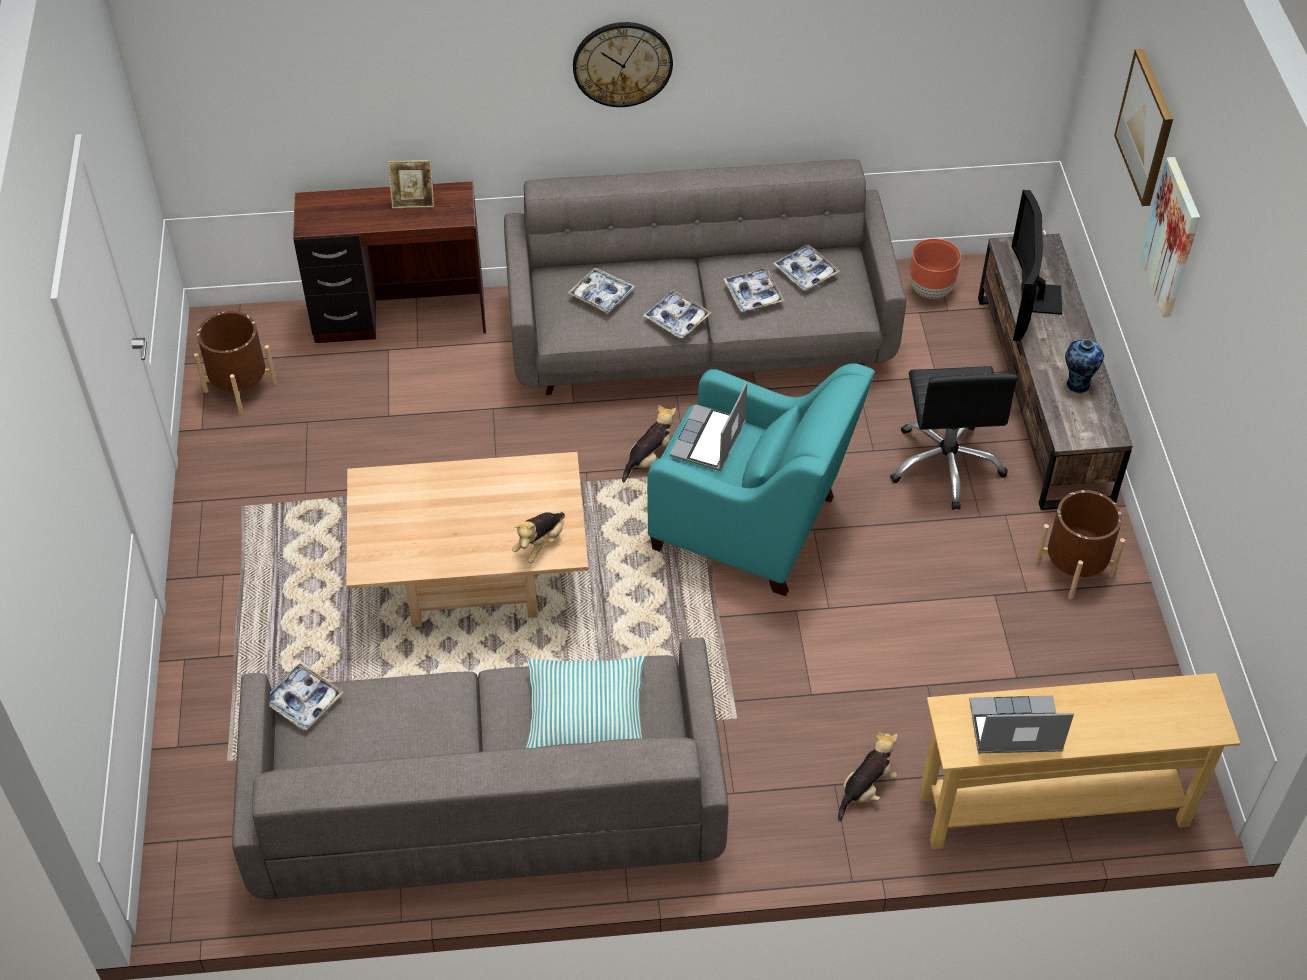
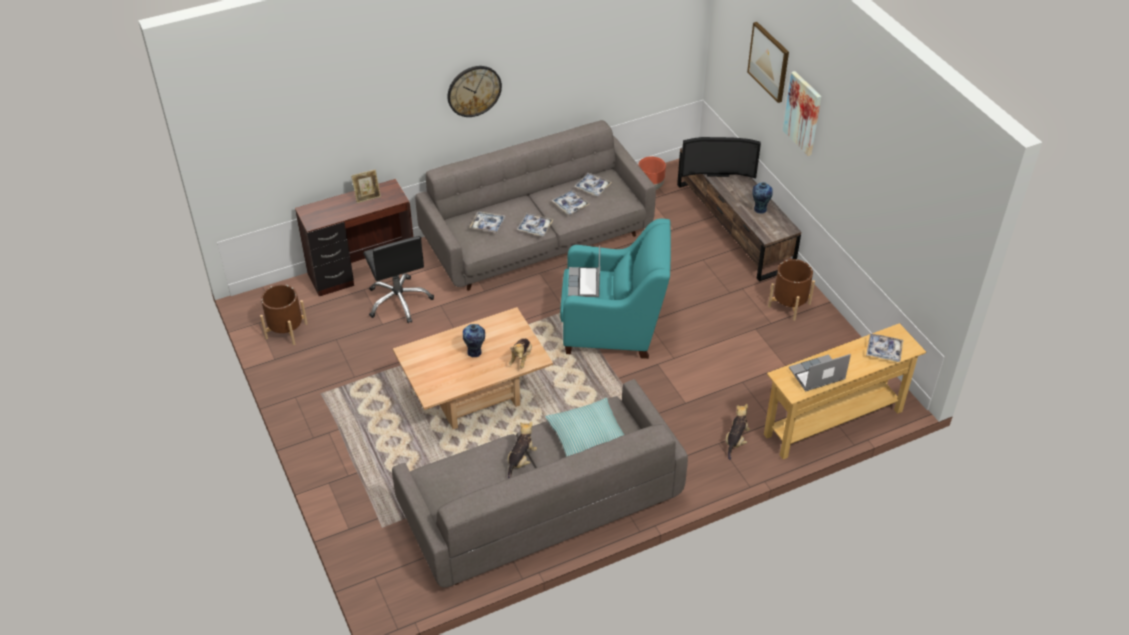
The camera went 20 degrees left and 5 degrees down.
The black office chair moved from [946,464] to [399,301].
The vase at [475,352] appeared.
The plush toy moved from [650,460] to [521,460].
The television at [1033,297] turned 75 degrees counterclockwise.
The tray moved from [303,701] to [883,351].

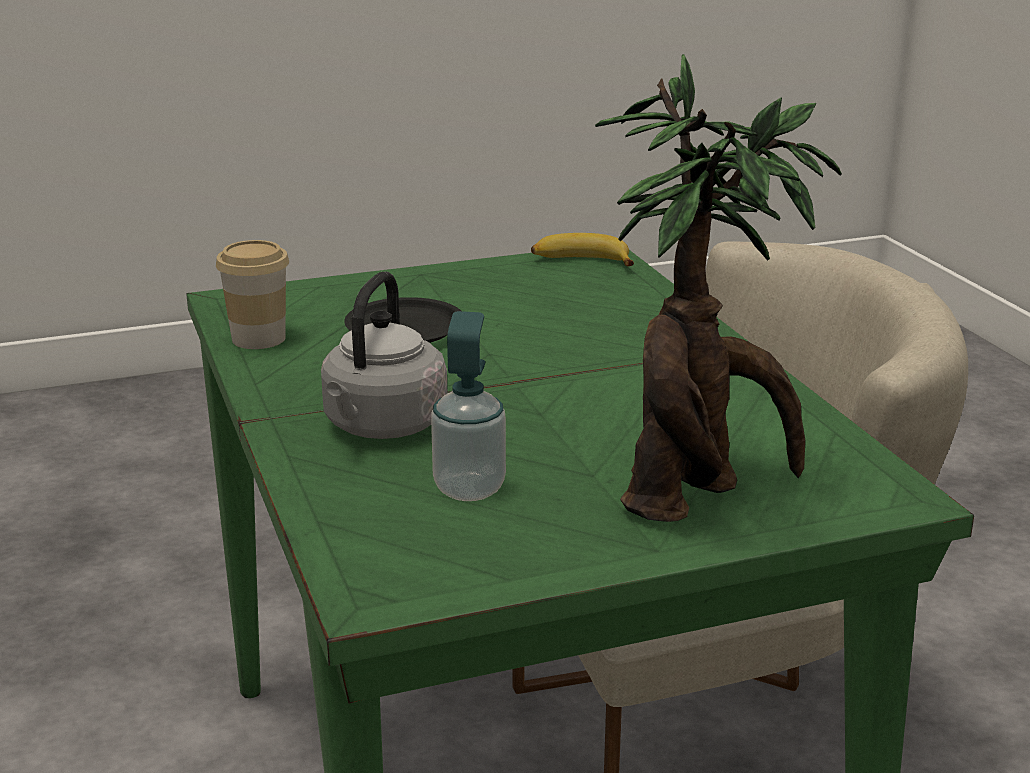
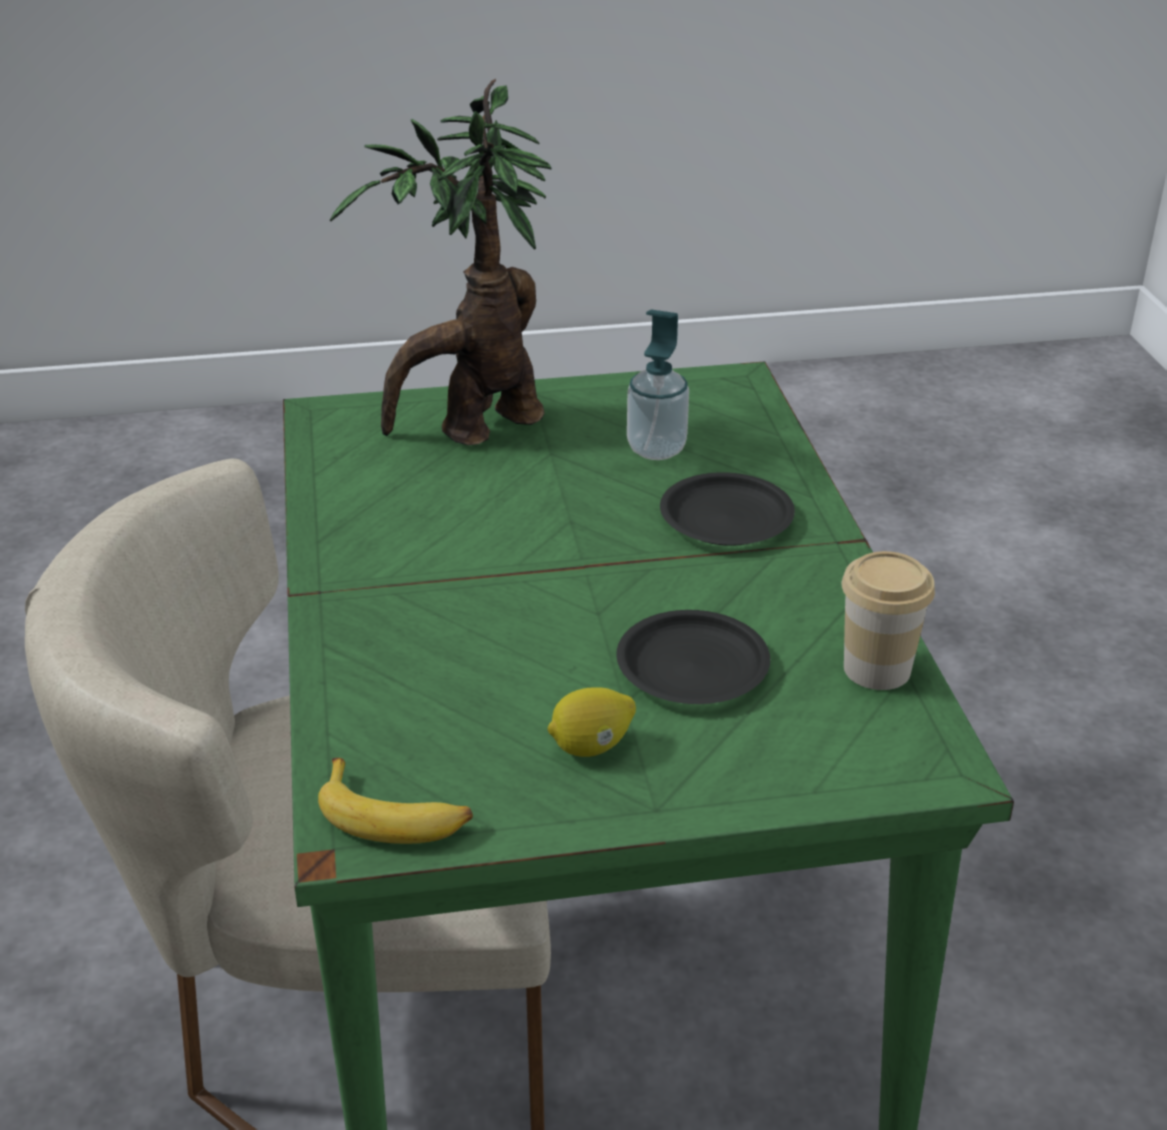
The camera went 170 degrees left and 10 degrees up.
The lemon at [591,746] appeared.
The grey kettle at [382,427] was replaced by the black plate at [726,518].

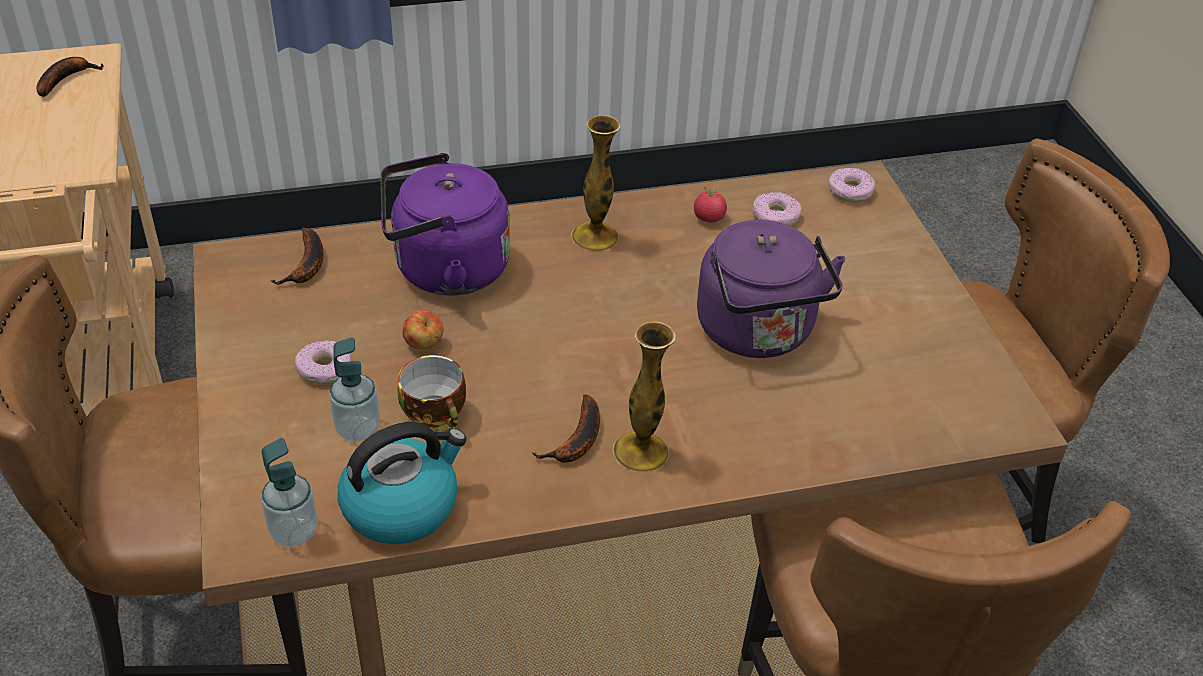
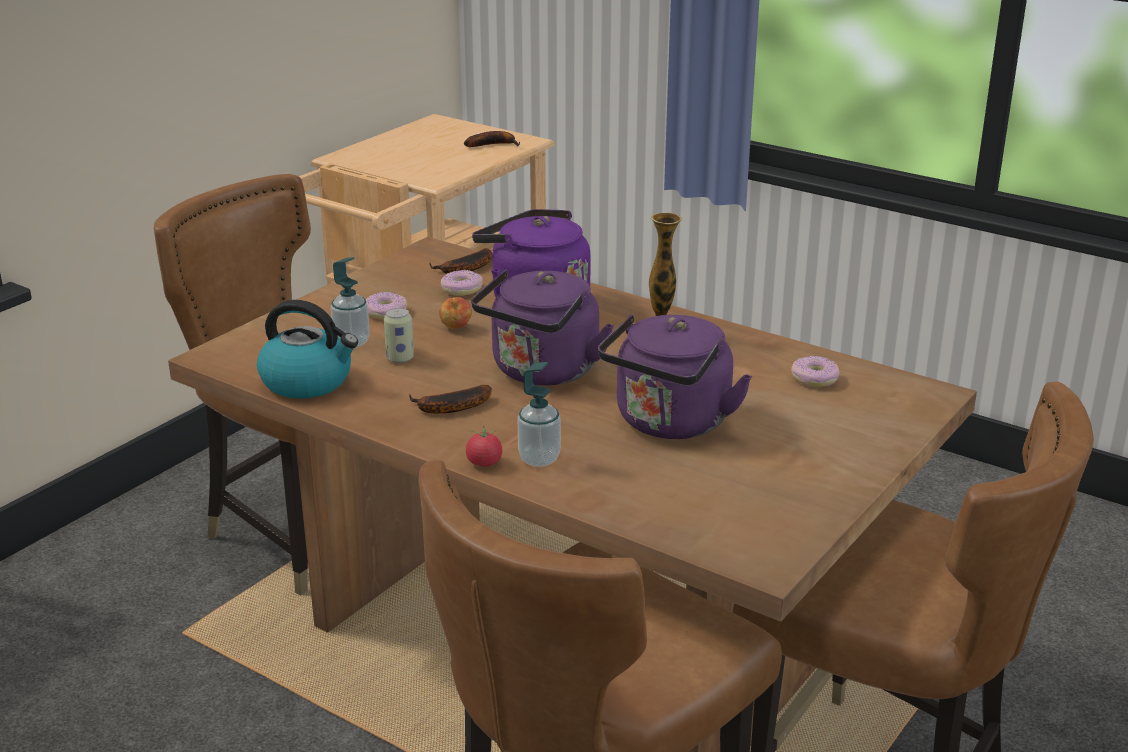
The camera went 50 degrees right and 15 degrees down.
The cup at [437,416] was replaced by the can at [400,358].
The donut moved from [850,191] to [461,289].
The tomato moved from [709,218] to [484,463].
The purple kettle at [542,372] appeared.
The soap dispenser moved from [294,531] to [539,459].
The vase at [641,452] disappeared.

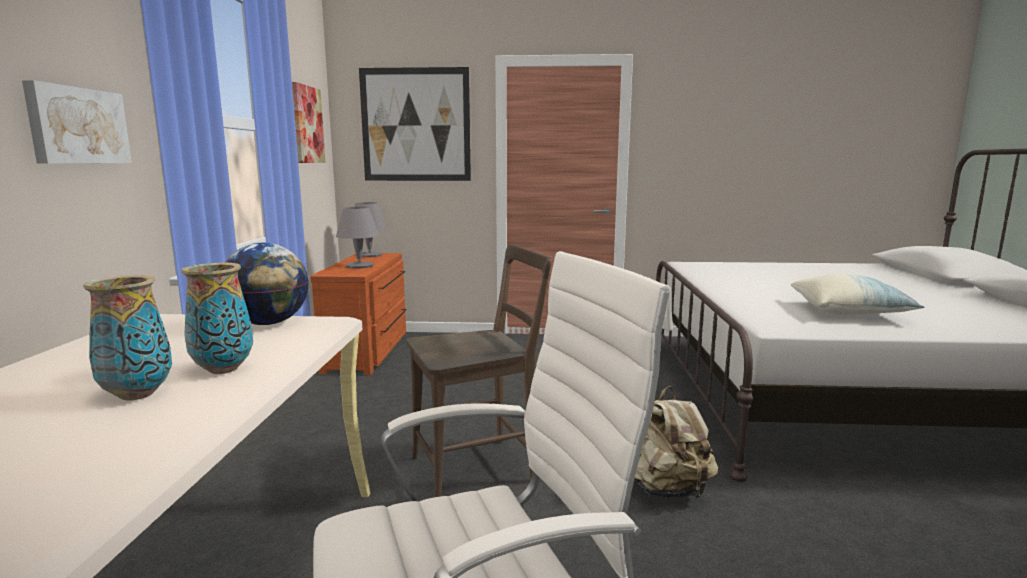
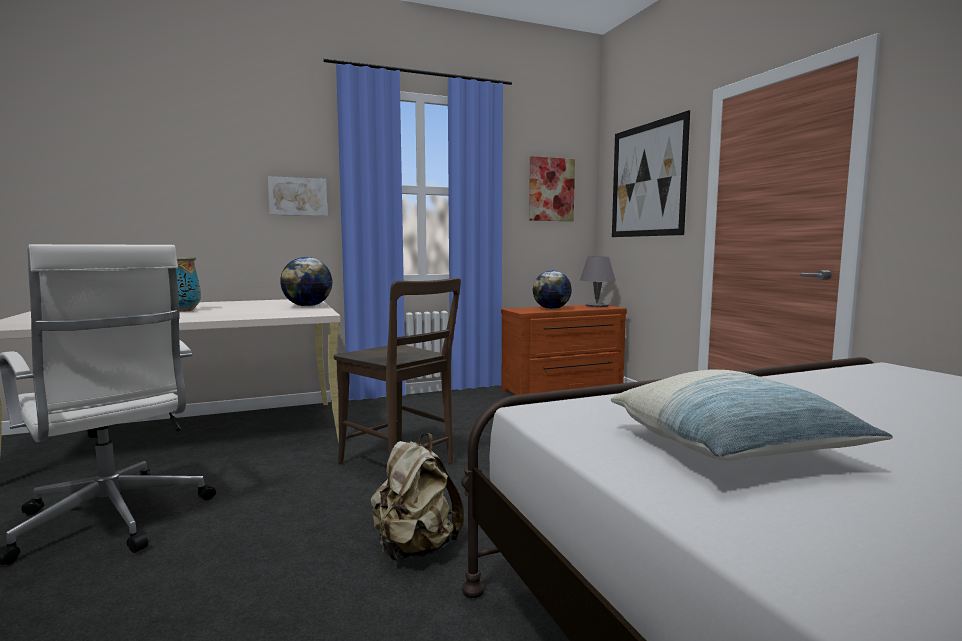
The camera went 65 degrees right and 5 degrees down.
The grey table lamp at [359,266] was replaced by the globe at [551,309].
The vase at [223,370] disappeared.

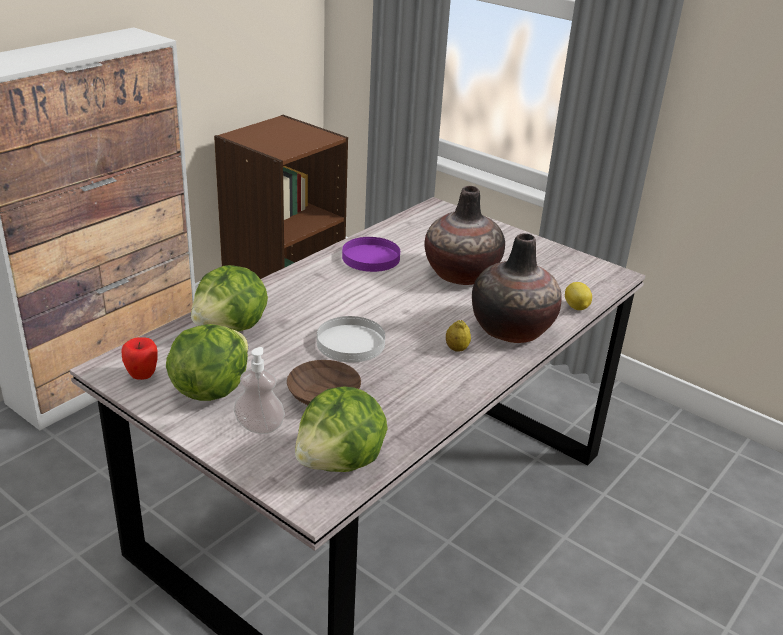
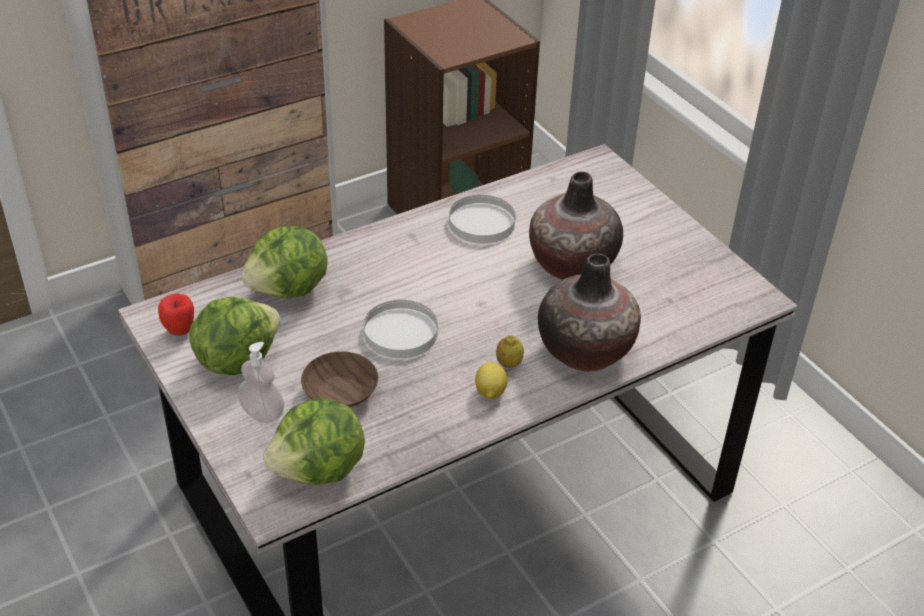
The camera went 20 degrees right and 10 degrees up.
The purple plate at [371,258] became the white plate at [481,223].
The lemon moved from [576,307] to [490,392].

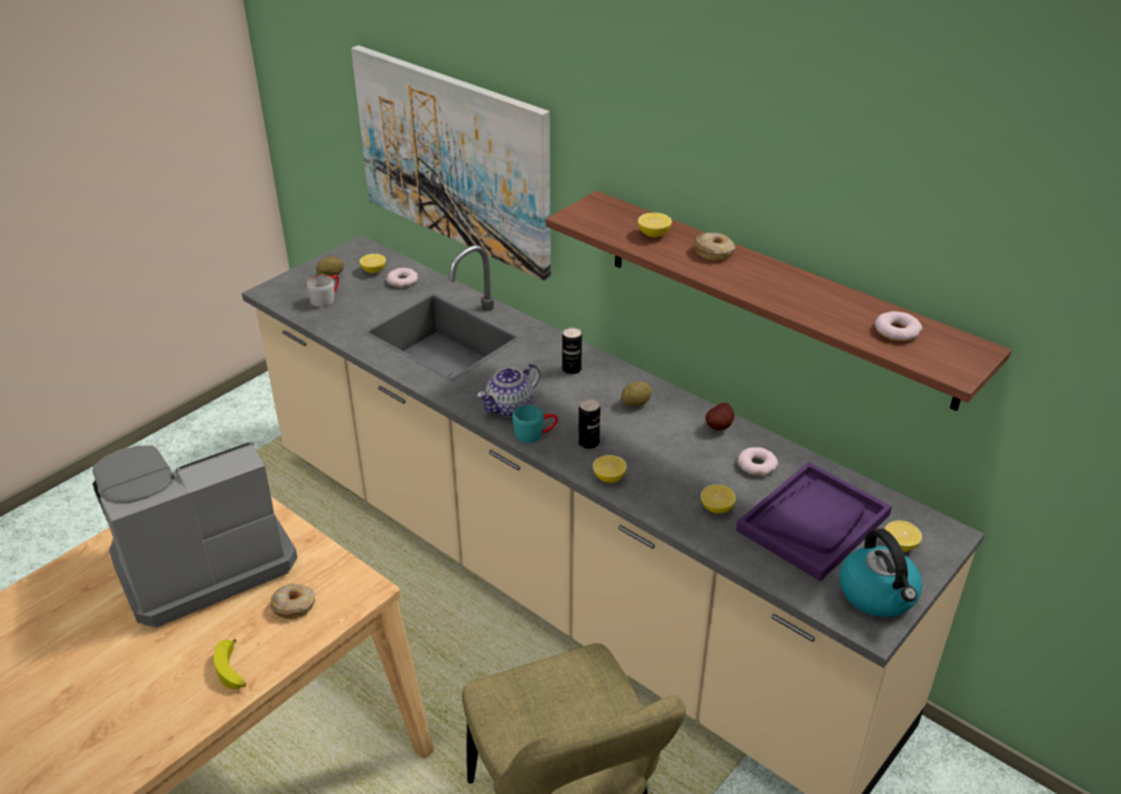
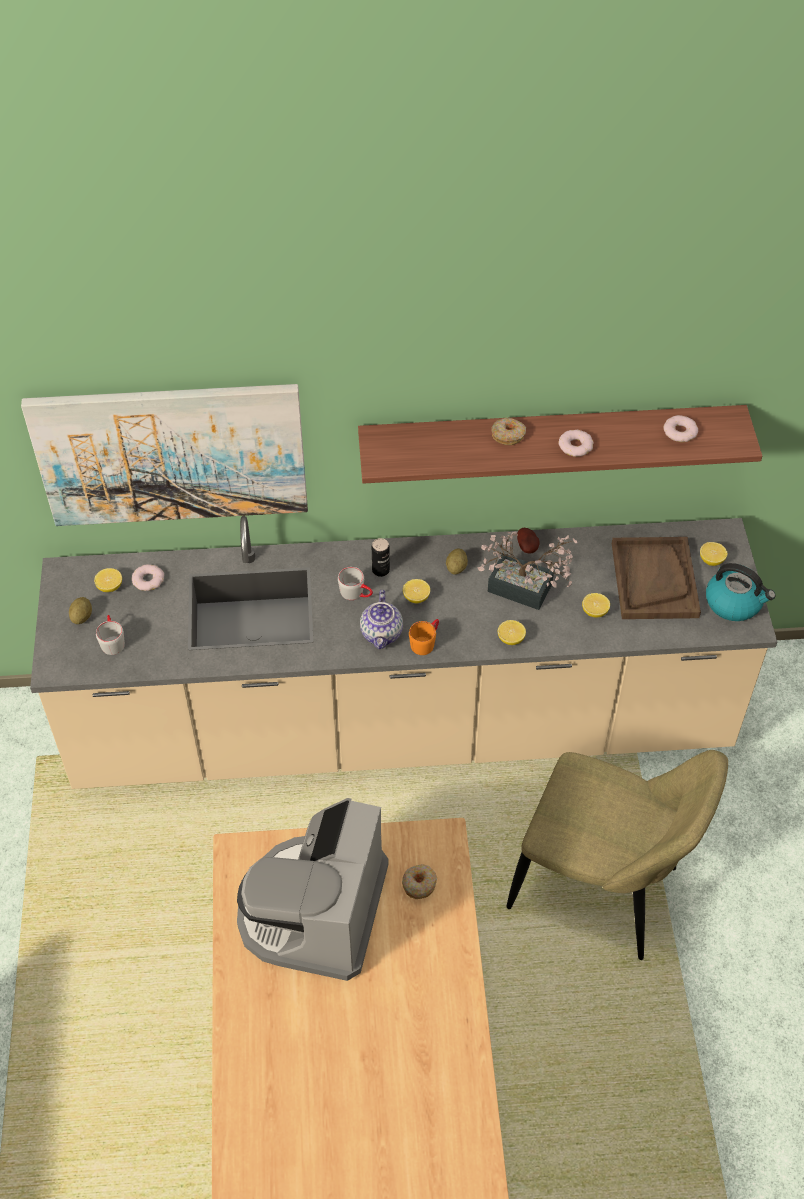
The camera went 45 degrees left and 15 degrees up.
The grey mug at [356,593] appeared.
The lemon moved from [654,234] to [416,597].
The turquoise mug at [535,434] became the orange mug at [425,642].
The potted plant at [527,591] appeared.
The donut moved from [757,465] to [575,446].
The purple tray at [813,522] became the brown tray at [654,580].
The banana at [233,671] disappeared.
The can at [588,443] disappeared.

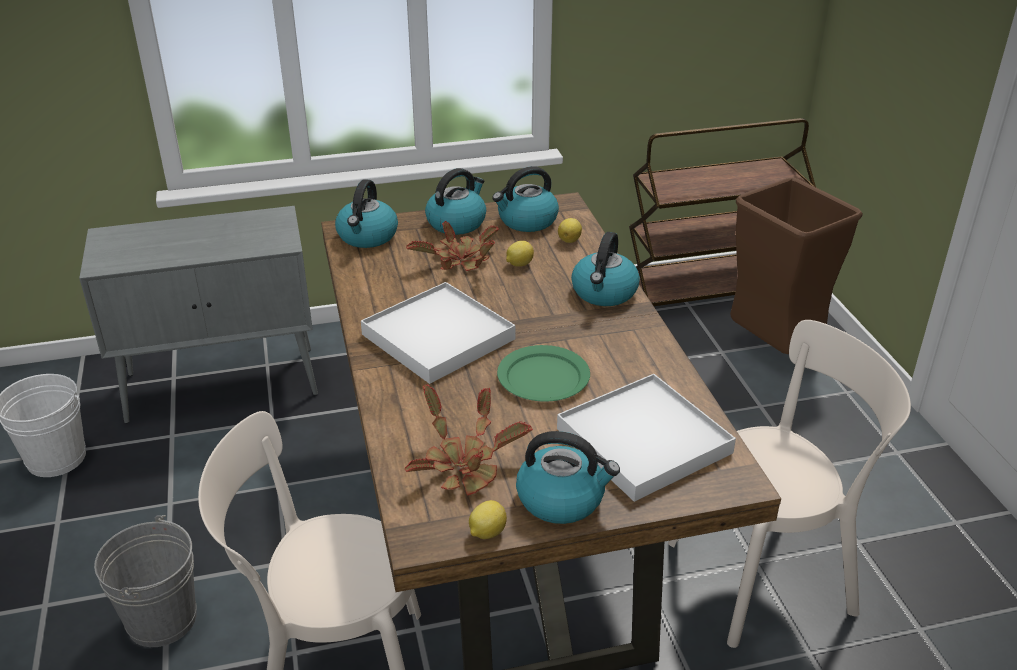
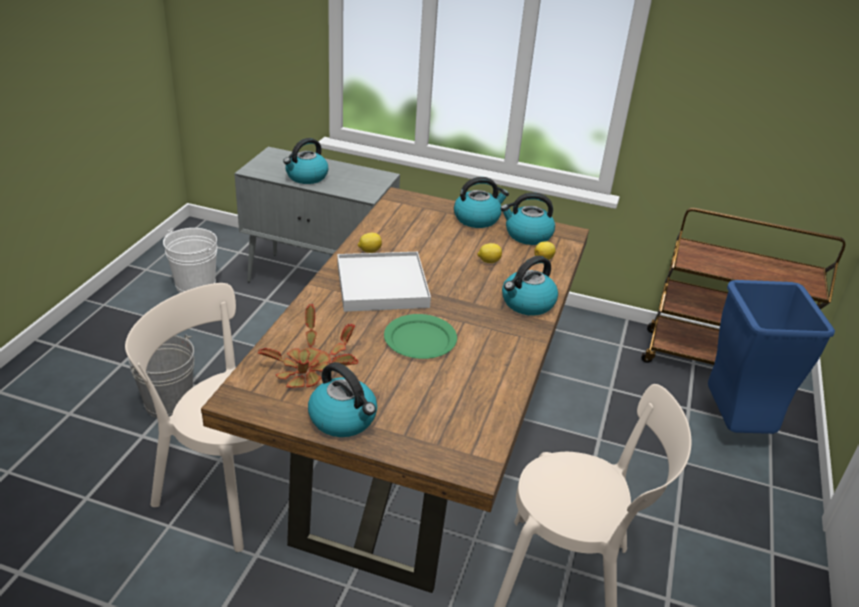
The camera went 30 degrees right and 0 degrees up.
The kettle moved from [367,236] to [306,177].
The lemon moved from [486,532] to [369,251].
The brown trash can at [773,350] became the blue trash can at [735,426].
The potted plant at [459,261] disappeared.
The white tray at [643,441] disappeared.

